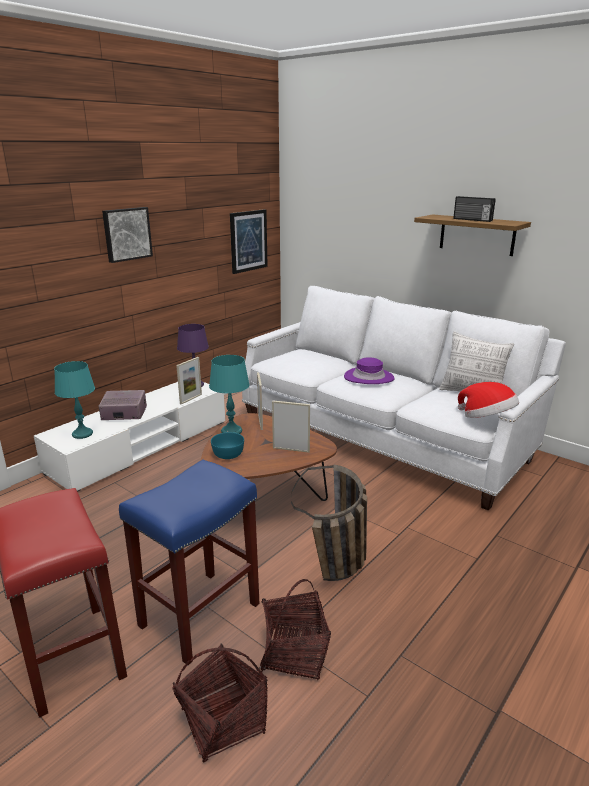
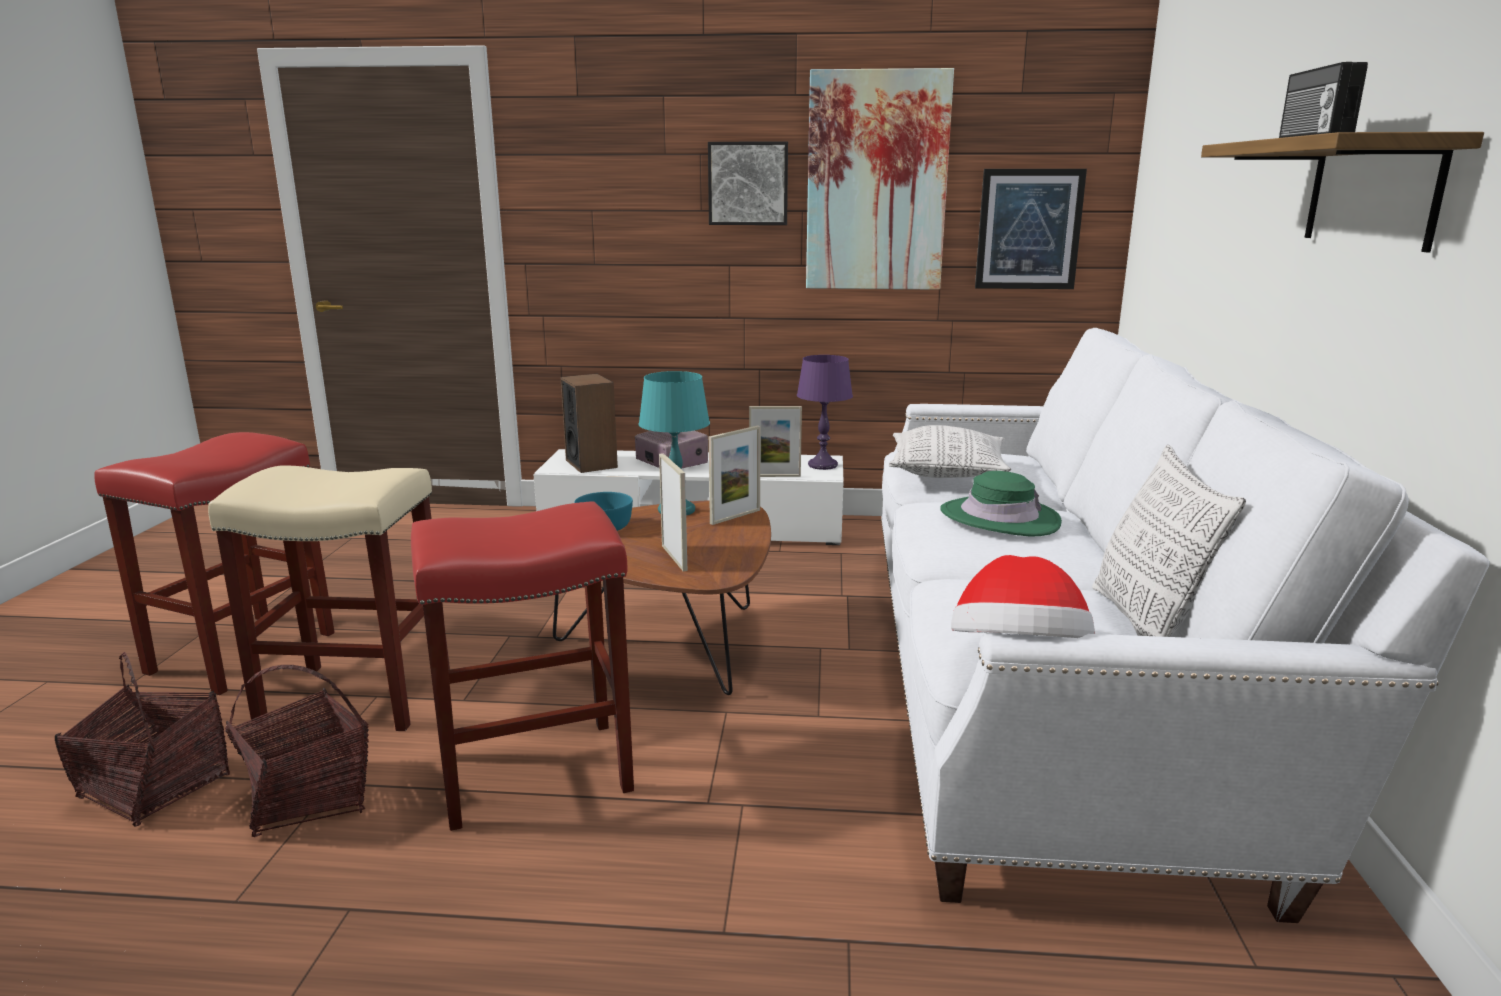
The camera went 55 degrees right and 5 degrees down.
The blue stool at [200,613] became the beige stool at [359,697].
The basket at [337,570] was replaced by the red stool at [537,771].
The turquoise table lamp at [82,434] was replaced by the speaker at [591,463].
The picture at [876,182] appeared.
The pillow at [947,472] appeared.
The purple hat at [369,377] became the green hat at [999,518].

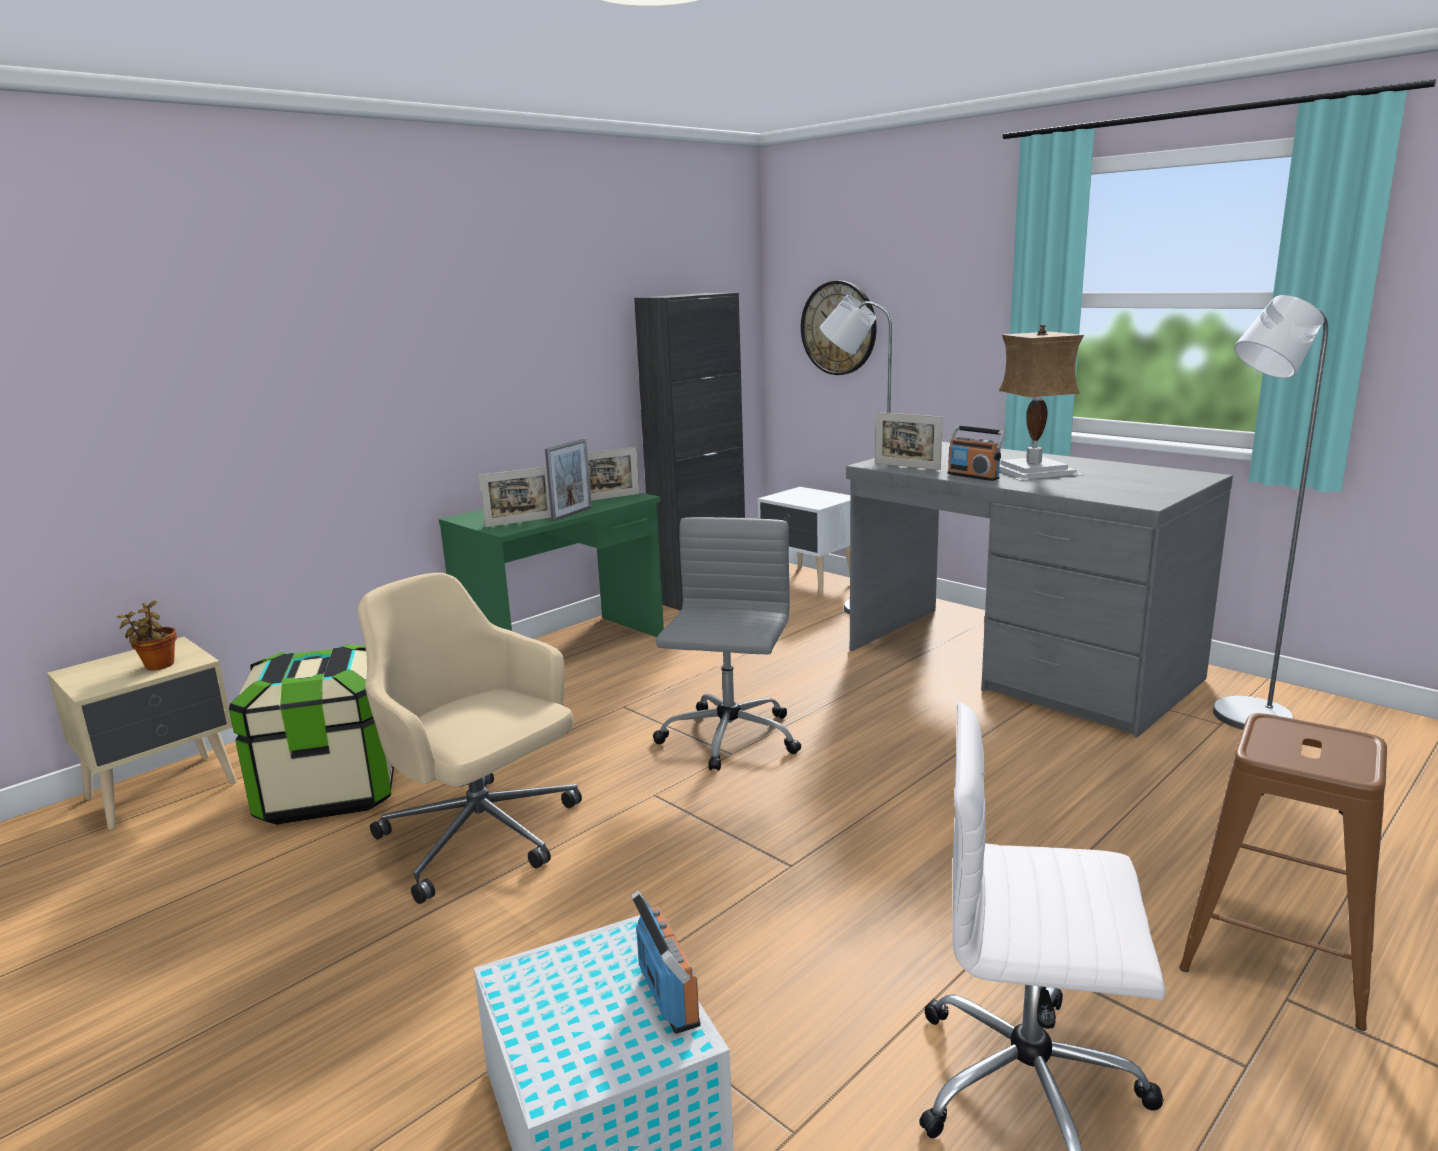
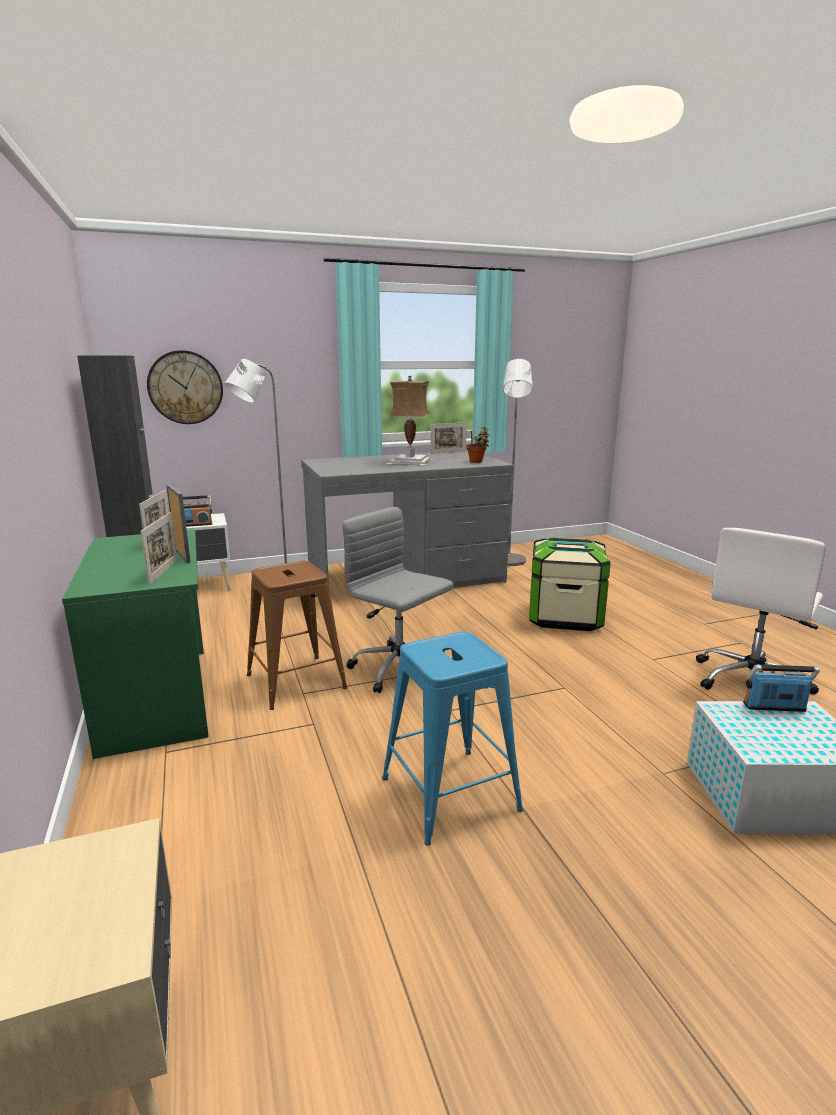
The camera went 65 degrees left and 0 degrees up.
The radio moved from [973,476] to [195,525].
The brown stool moved from [1275,951] to [295,681].
The beige office chair at [482,837] was replaced by the blue stool at [450,794].
The picture frame moved from [907,466] to [448,452].
The potted plant moved from [158,666] to [477,462].
The storage box moved from [330,790] to [565,617].

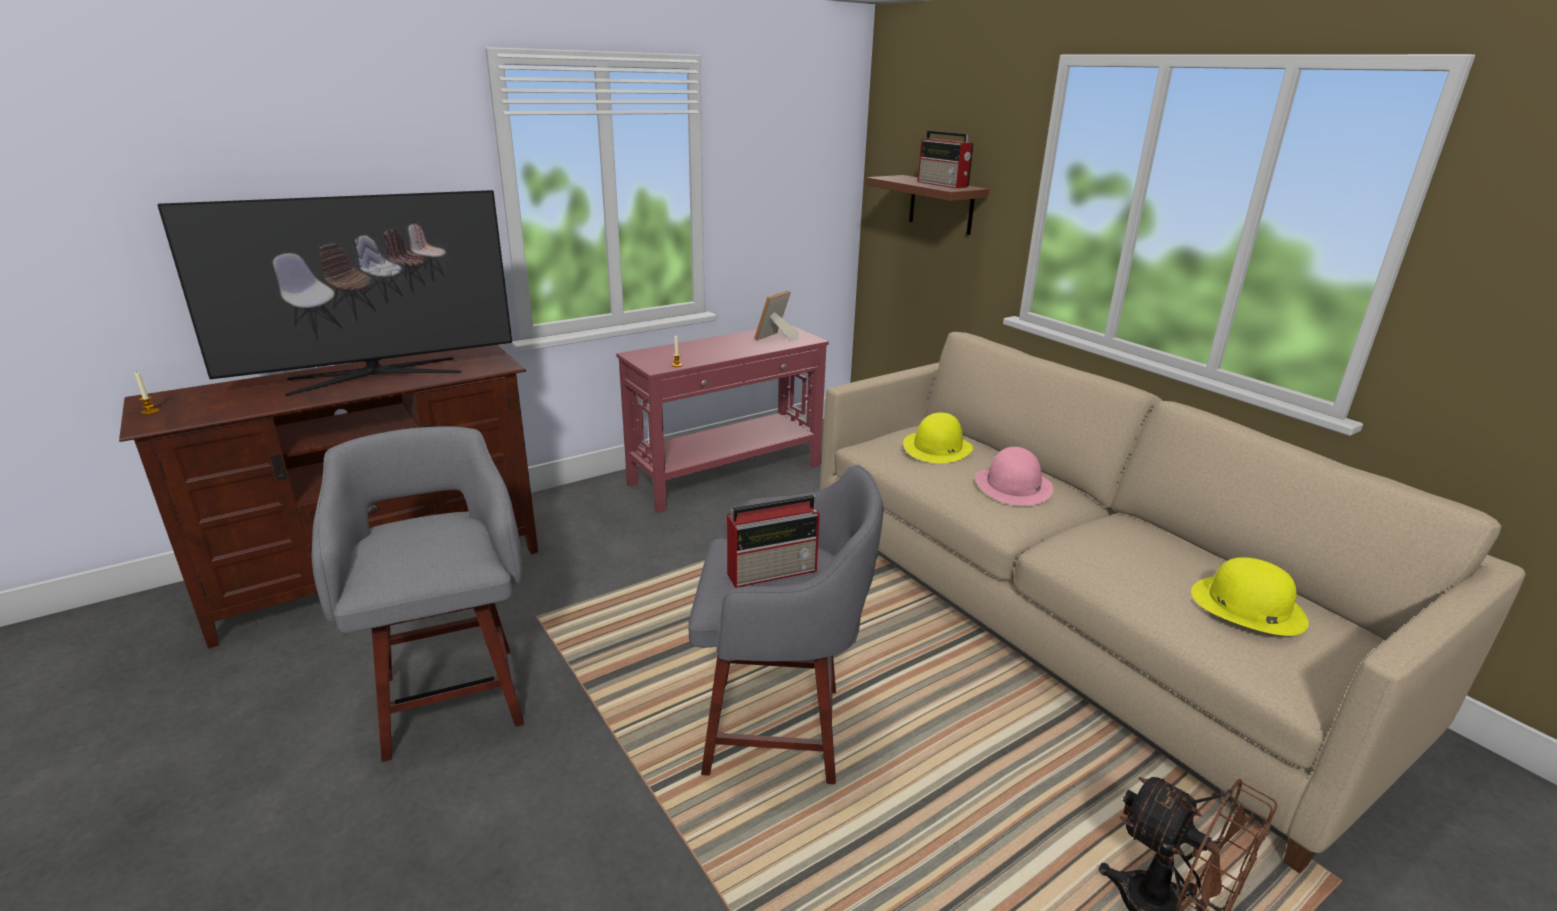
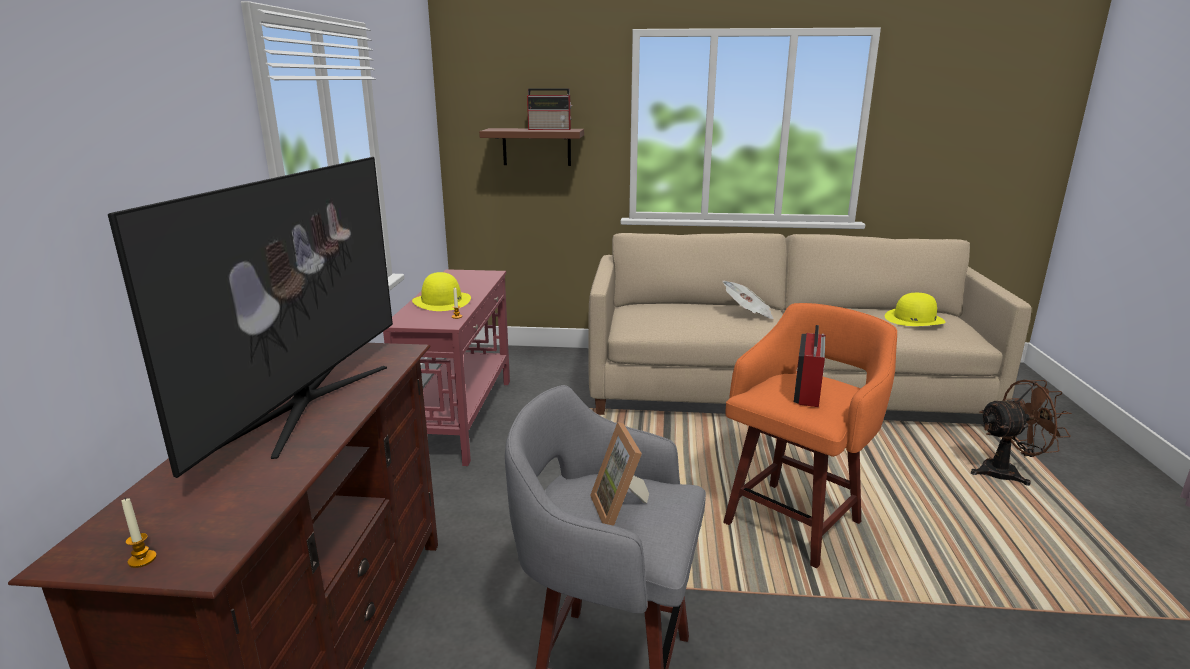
The camera went 50 degrees left and 5 degrees down.
The yellow hat moved from [937,447] to [442,301].
The picture frame moved from [775,338] to [622,510].
The pink hat at [1013,486] was replaced by the newspaper at [748,313].
The grey stool at [780,730] became the orange stool at [794,520].

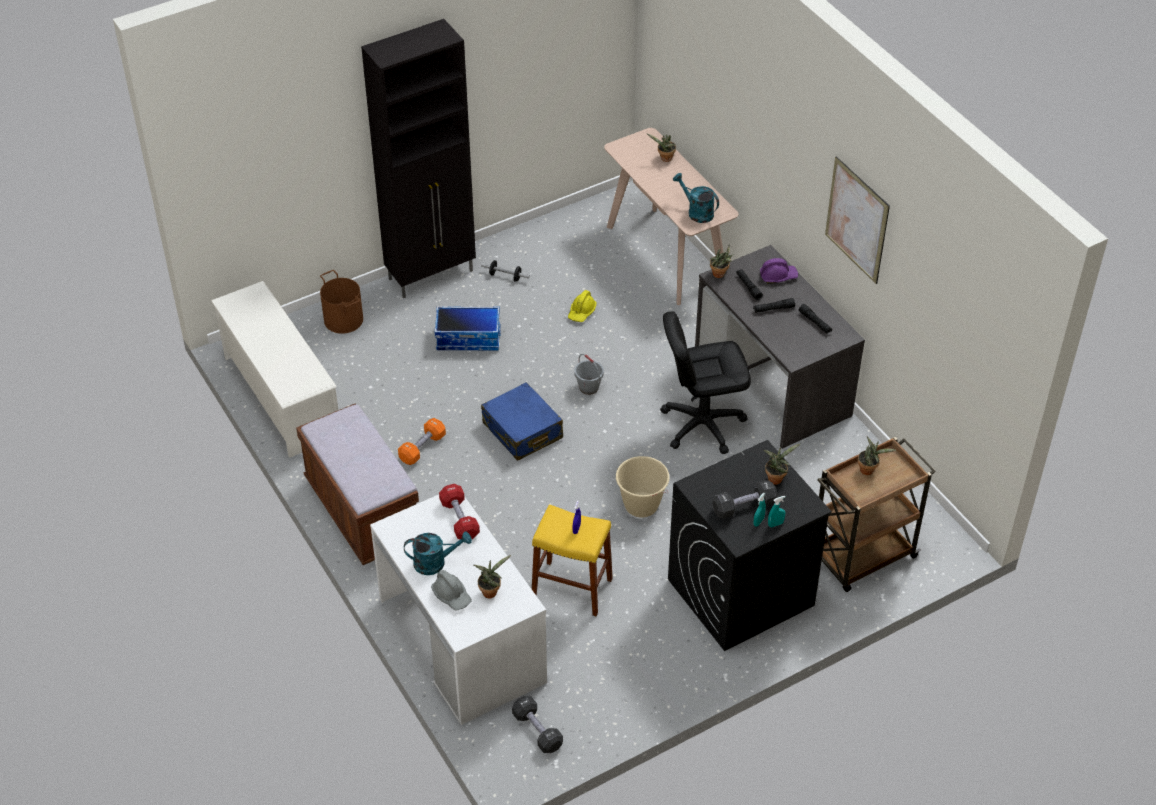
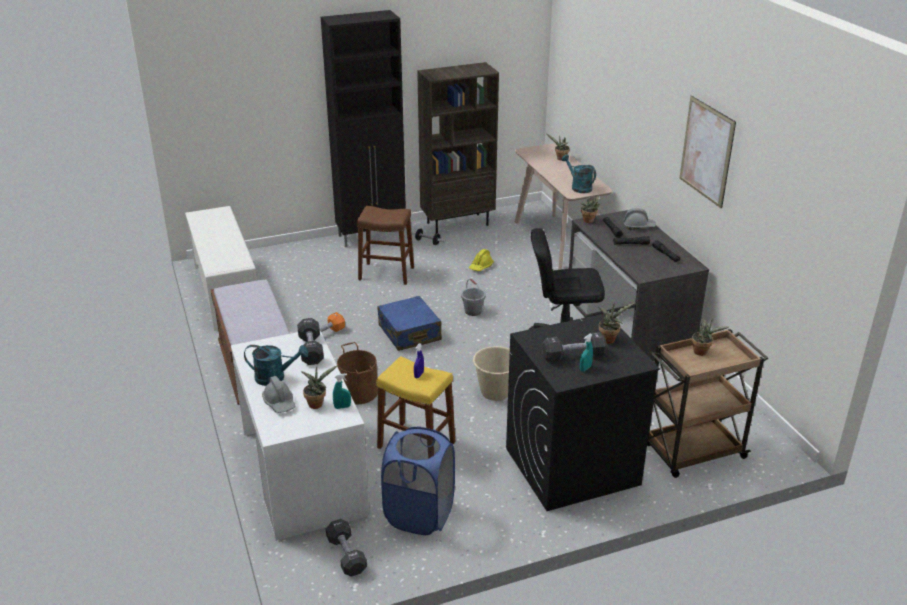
The camera went 10 degrees right and 15 degrees down.
The red dumbbell at [459,519] became the black dumbbell at [311,350].
The turquoise spray bottle moved from [775,524] to [342,407].
The brown bucket moved from [343,320] to [358,392].
The storage box at [468,338] was replaced by the brown stool at [386,273].
The blue laundry basket at [419,514] appeared.
The brown bookcase at [458,223] appeared.
The purple hard hat at [778,276] became the grey hard hat at [638,226].

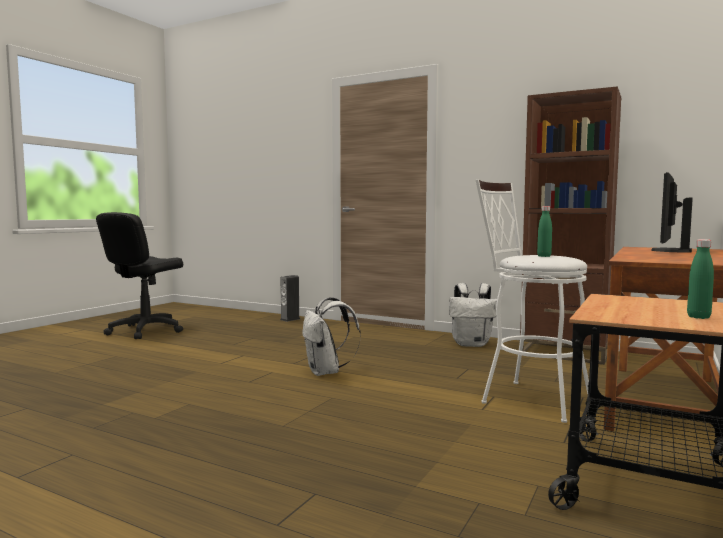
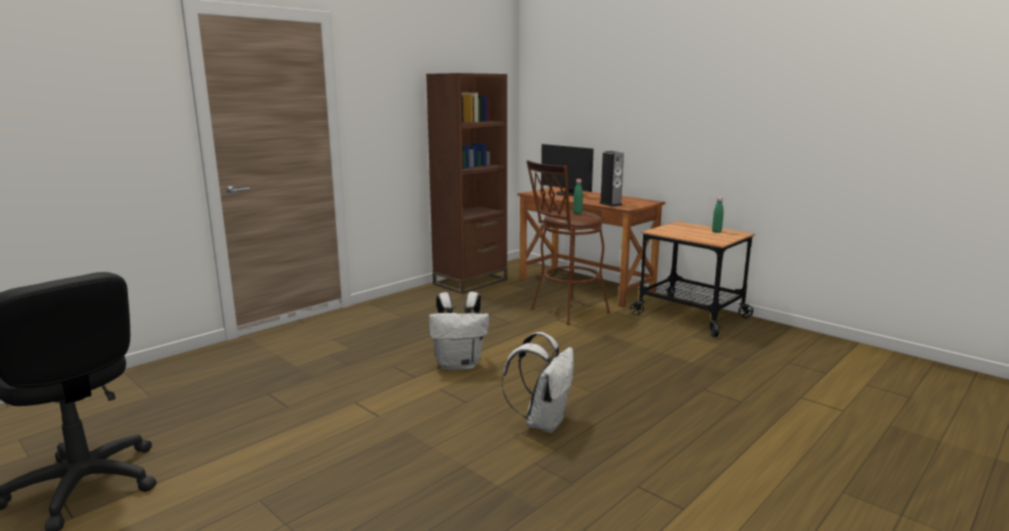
The camera went 75 degrees left and 10 degrees up.
The white backpack moved from [472,344] to [543,422].
The white stool at [528,398] became the brown stool at [565,312].
The speaker moved from [290,319] to [610,204].

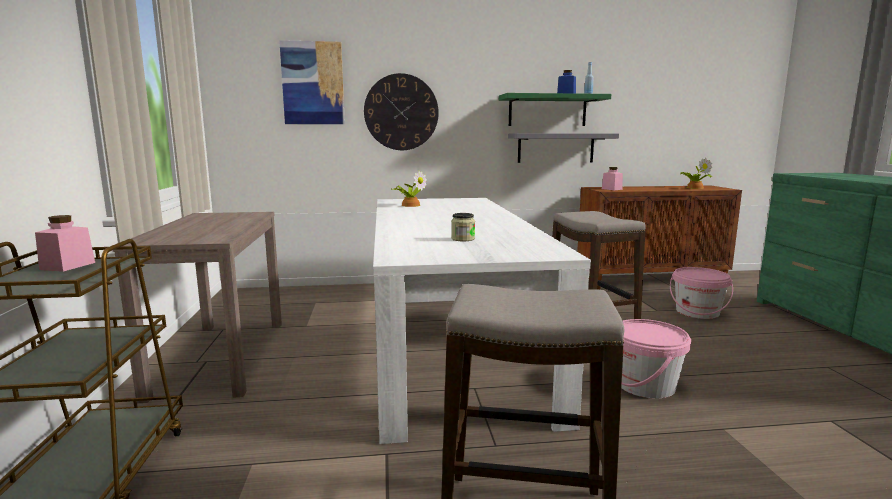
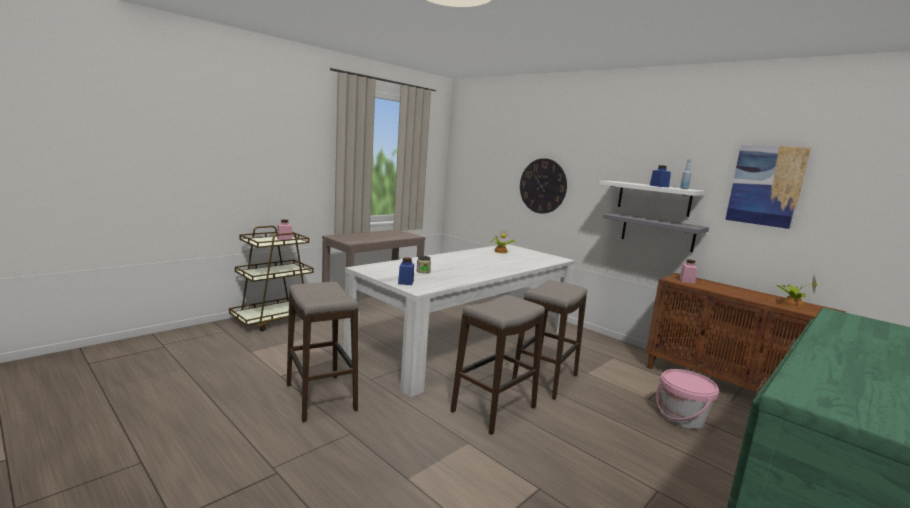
The camera went 50 degrees right and 0 degrees up.
The blue jar at [406,282] appeared.
The pink bucket at [645,385] was replaced by the stool at [494,410].
The green shelf at [547,111] became the white shelf at [653,198].
The picture moved from [313,83] to [766,185].

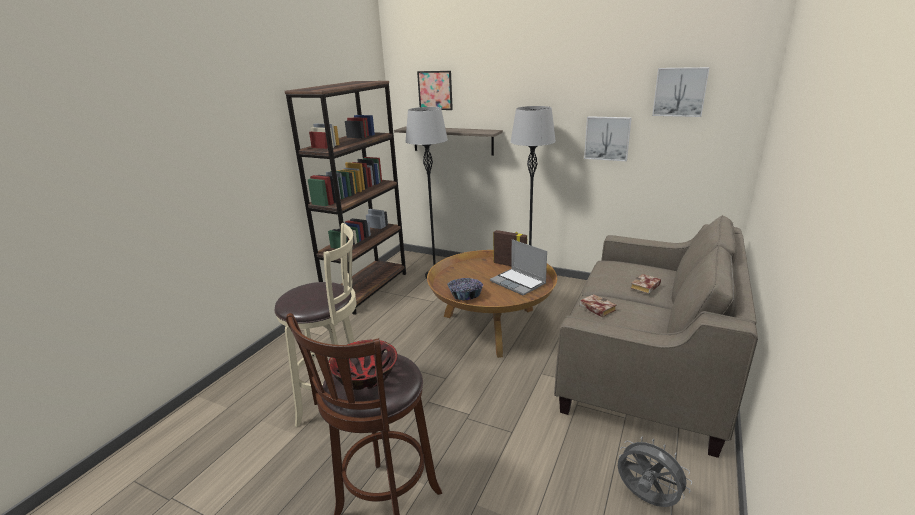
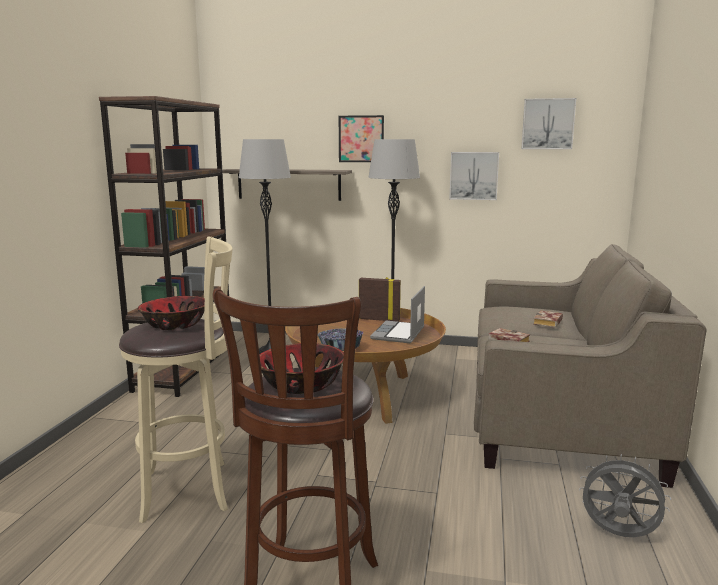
The camera went 15 degrees left and 10 degrees down.
The bowl at [174,324] appeared.
The picture moved from [435,90] to [361,139].
The laptop at [518,283] turned 75 degrees clockwise.

